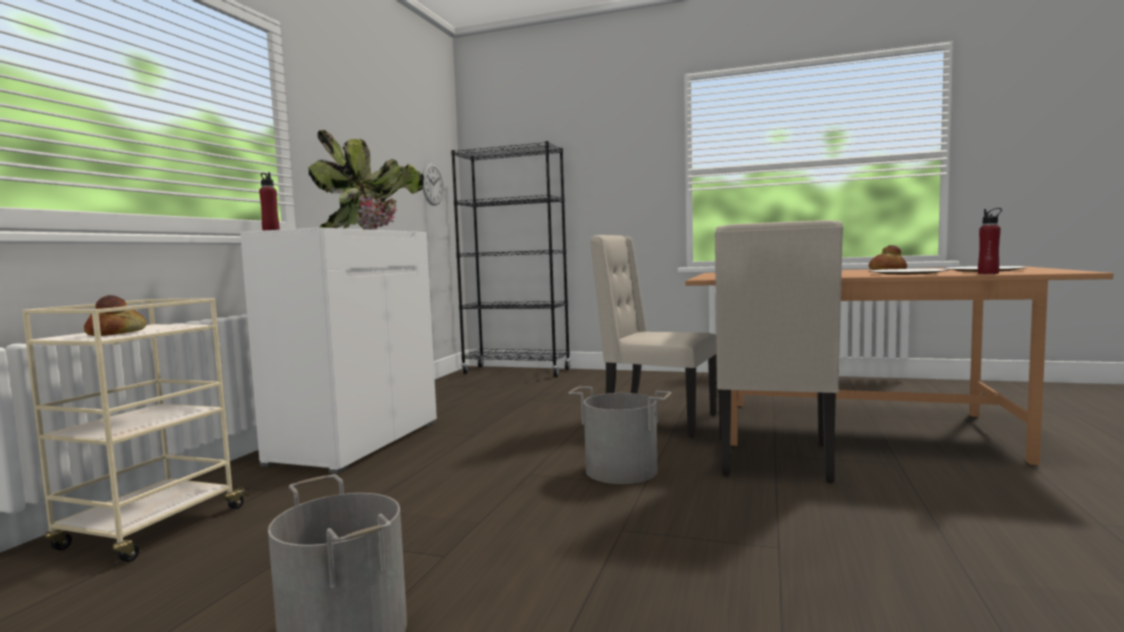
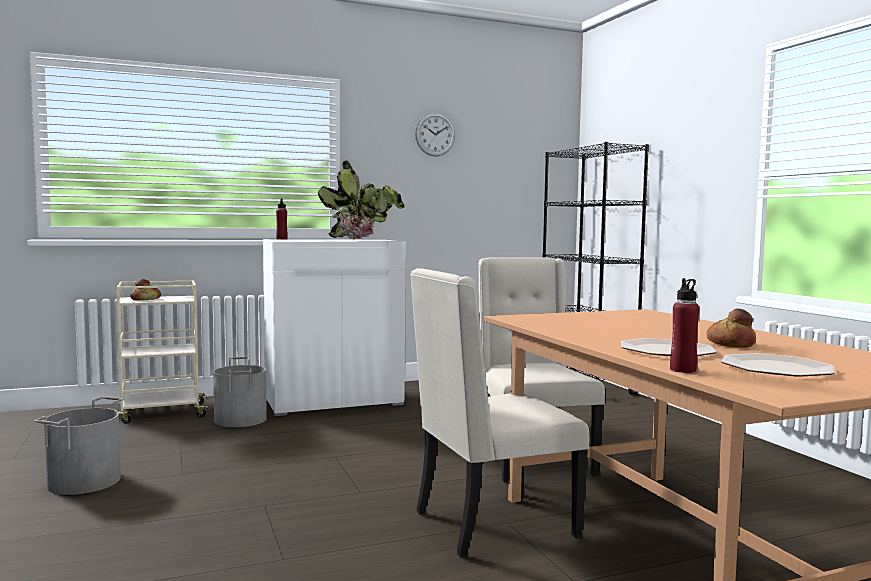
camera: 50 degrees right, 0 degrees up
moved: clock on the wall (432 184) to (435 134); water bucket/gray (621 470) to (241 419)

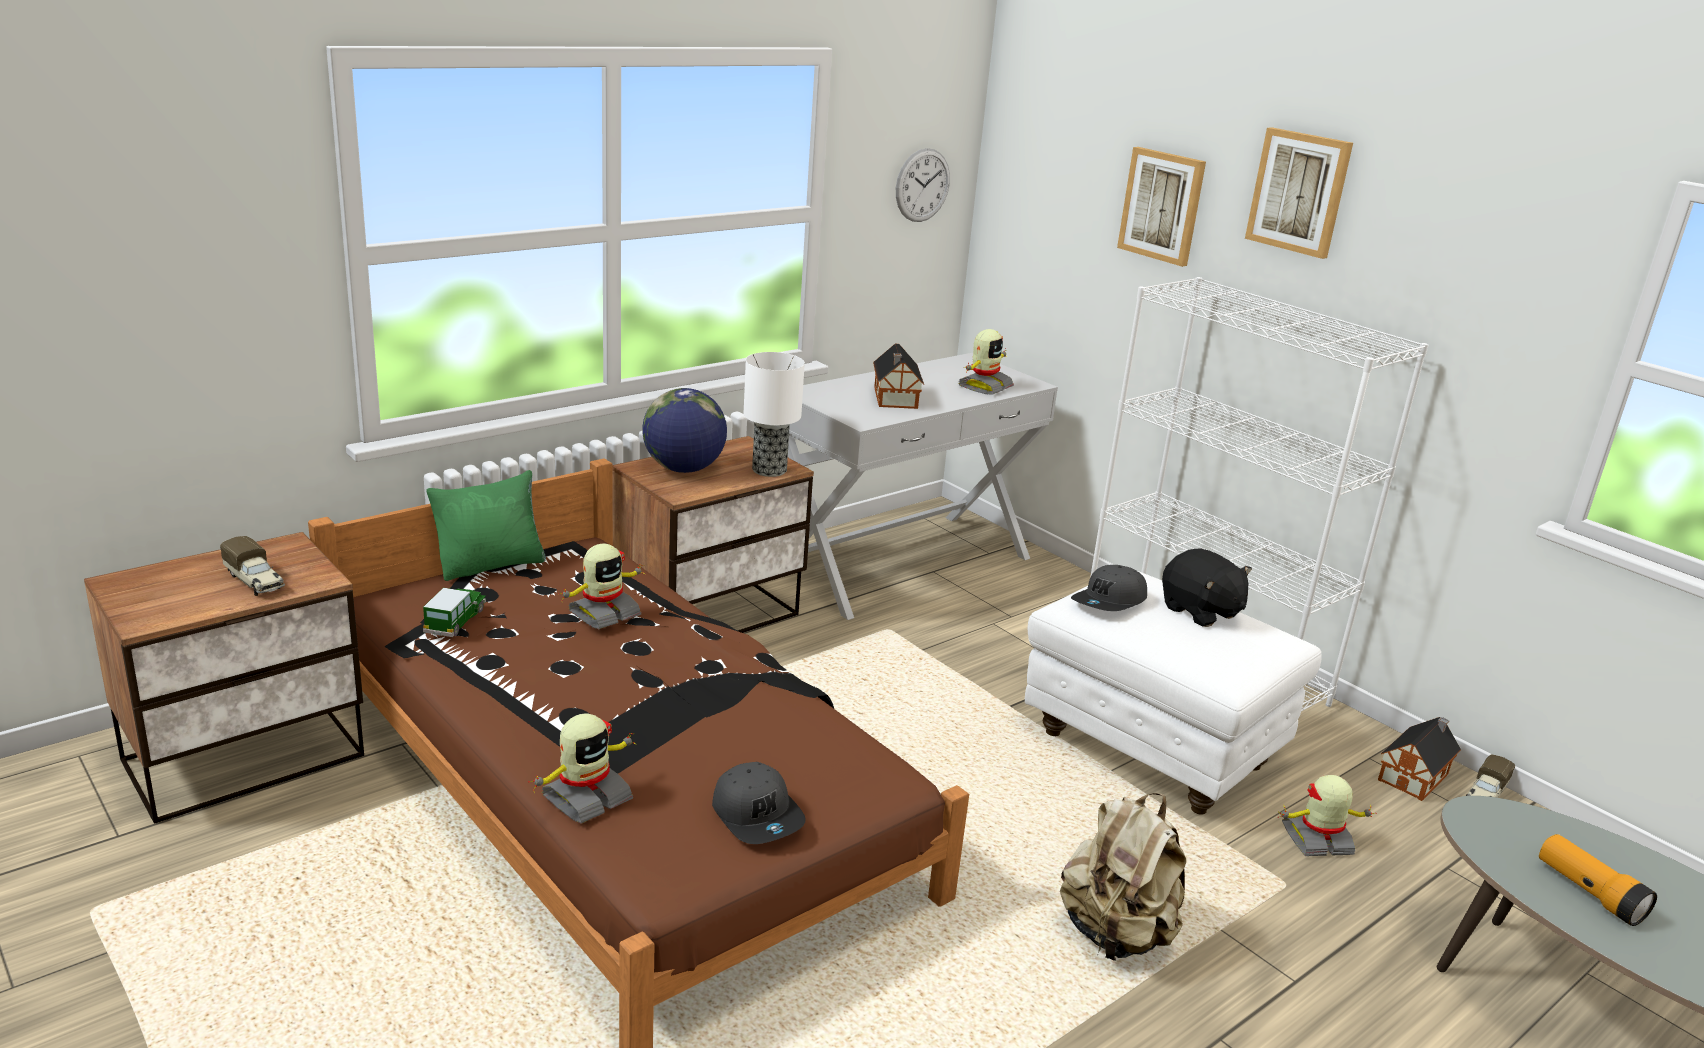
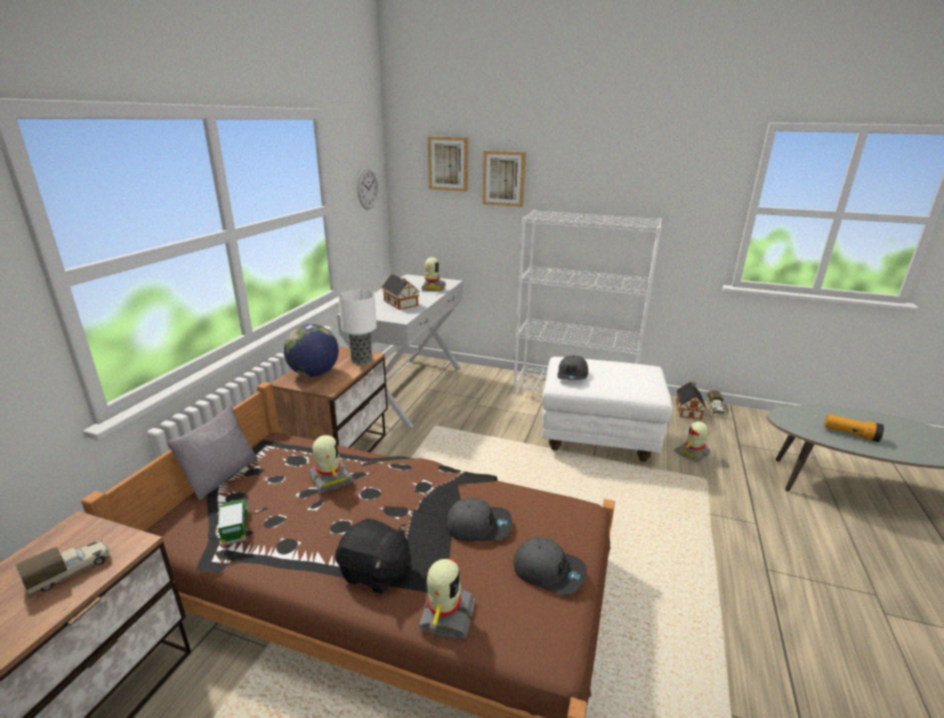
camera: 30 degrees left, 0 degrees up
removed: rucksack/sand-coloured (1116 934)
added: baseball cap/gray (478 525)
moved: plush toy/black-coloured (1200 611) to (375 572); wall picture (1299 192) to (448 163)
recoloured: throw pillow/greenish (491 565) to throw pillow/gray (222 476)
turned: toy lorry (255 582) = (71 572) 60 degrees counterclockwise; toy robot (603 613) = (330 479) 45 degrees counterclockwise

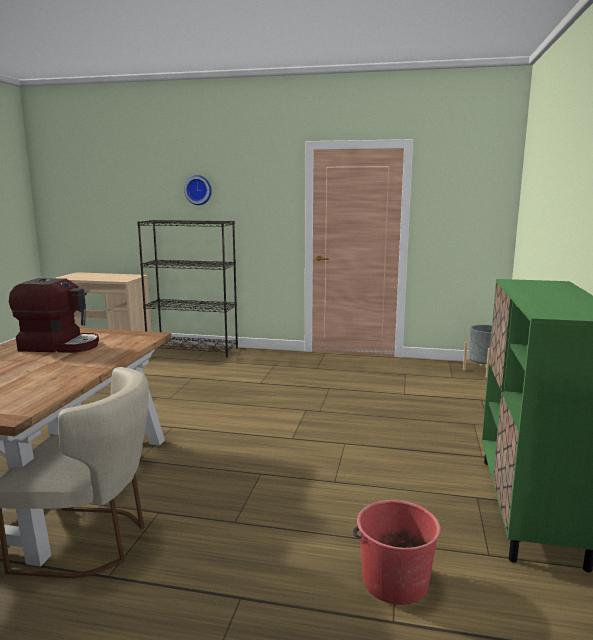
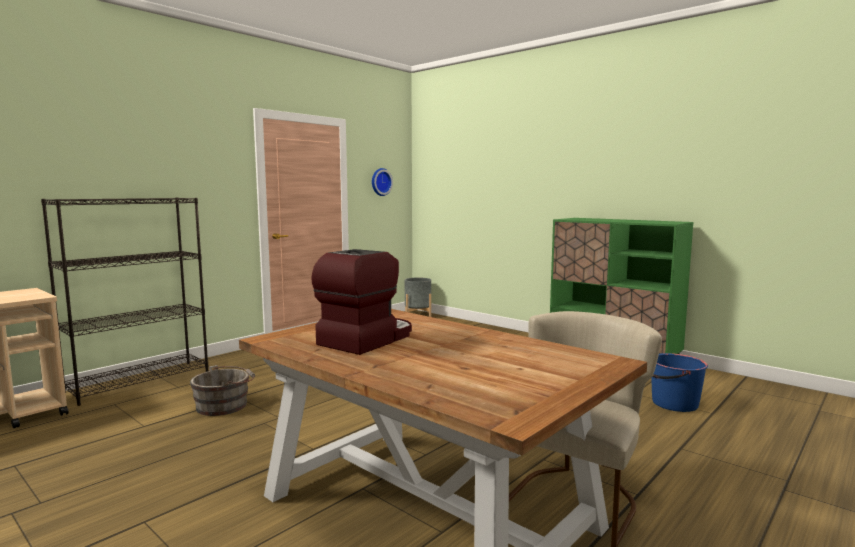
camera: 60 degrees left, 5 degrees down
added: water bucket/gray (225 405)
moved: clock on the wall (198 190) to (380 182)
recoloured: water bucket/red (394 581) to water bucket/bluish (674 403)

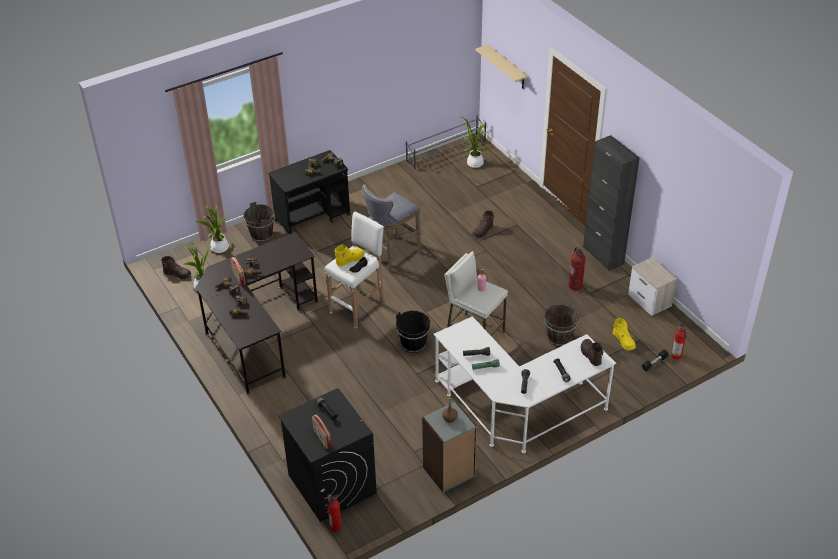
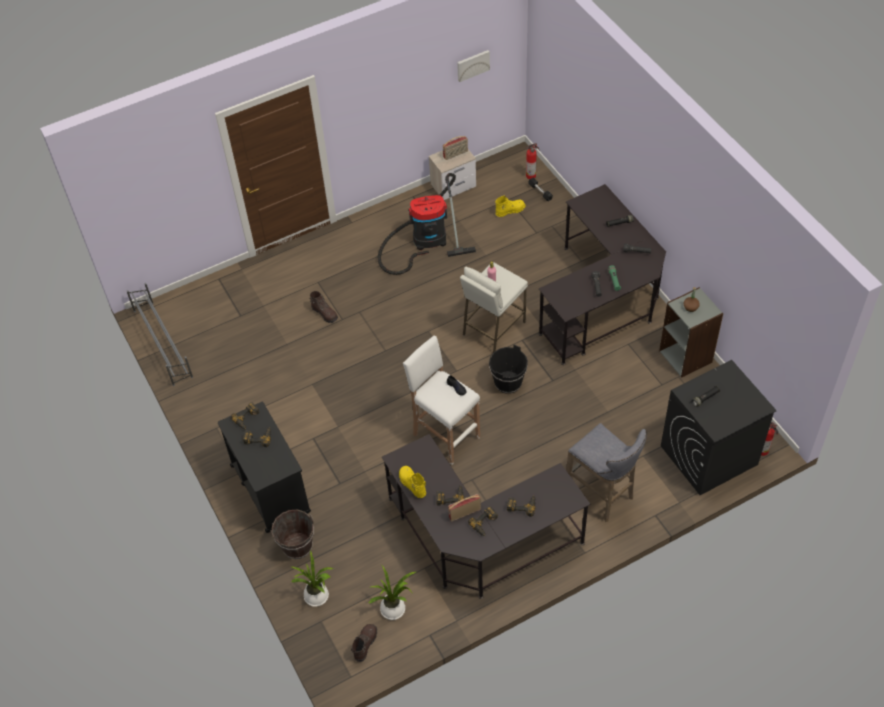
camera: 85 degrees left, 10 degrees up
removed: plant in a pot (474 162); shelf/sand-coloured (507 67); water bucket/brown (559 338); high-top boot/brown (590 355); storage cabinet/black-coloured (603 255)
added: wall picture (472 65)
moved: radio set (322 438) to (455 154); high-top boot/yellowish (349 259) to (412 484); stool/gray (392 255) to (602 495)
replaced: fire extinguisher (575 286) to vacuum (425 240)
recoloured: desk/white (517 409) to desk/black-coloured (602 299)

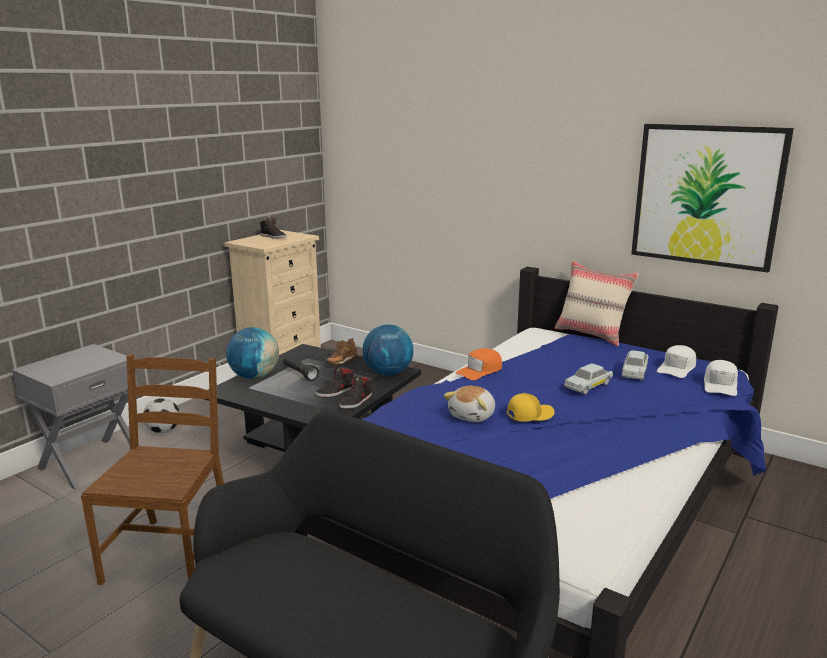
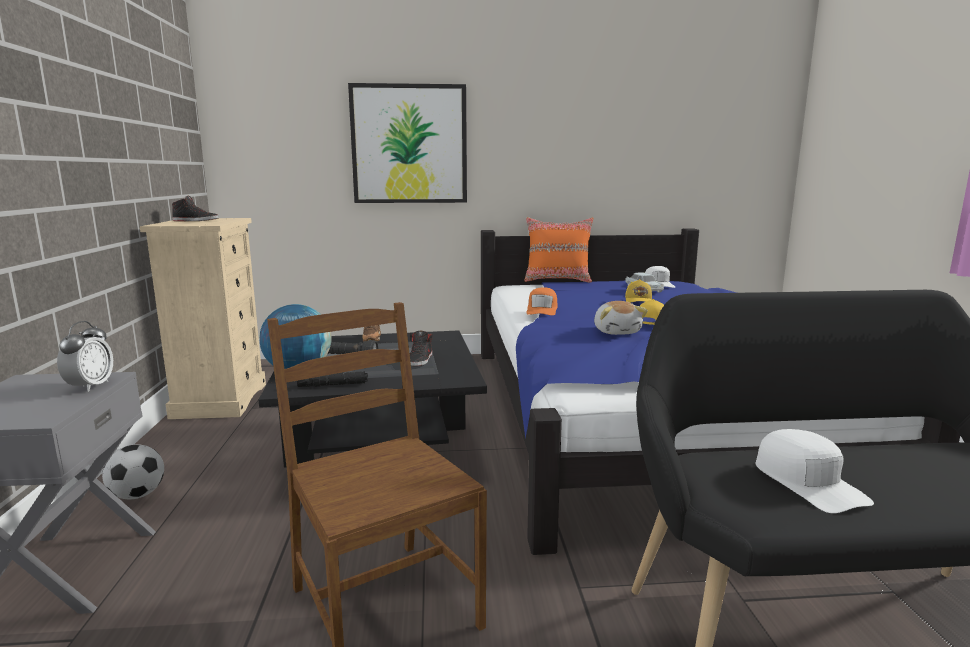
camera: 40 degrees left, 5 degrees down
removed: item of footwear/black-coloured (356 402); globe (388 373)
added: alarm clock (90 386); torch/black-coloured (333 385)
moved: wall picture (706 195) to (409 144); baseball cap/white (720 384) to (807 482)
replaced: toy car/white (588 386) to baseball cap/yellowish (639 301)
recoloured: throw pillow/sand-coloured (591 334) to throw pillow/orangey (558 280)

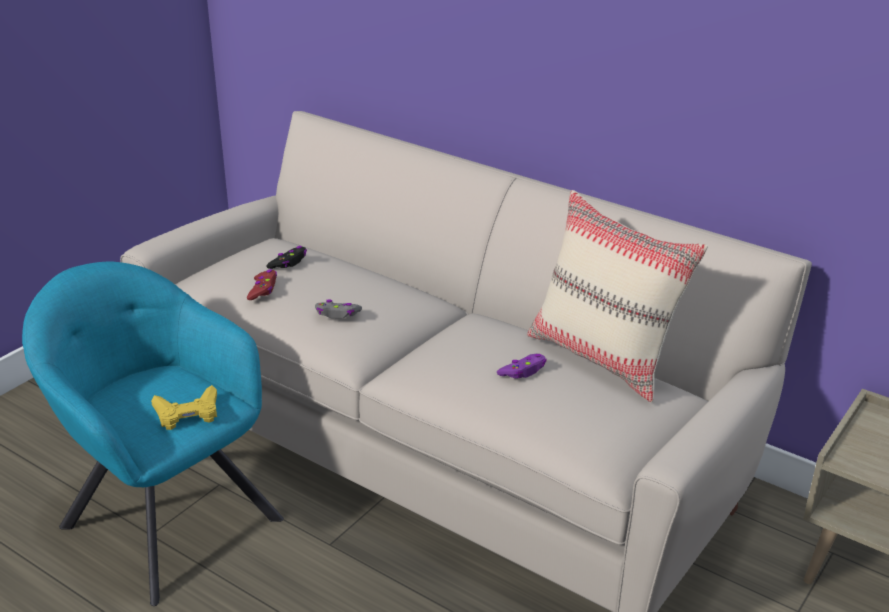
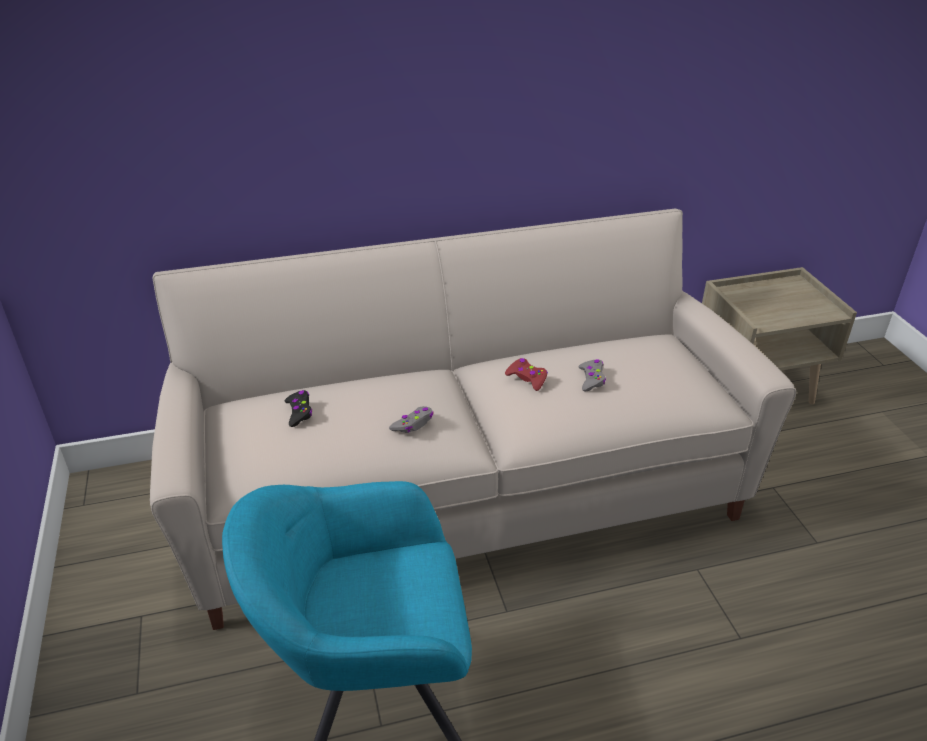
camera: 50 degrees left, 5 degrees up
removed: game controller/yellowish (187 413); throw pillow/sand-coloured (604 358)
moved: game controller/red (263 289) to (527 378)
recoloured: game controller/purple-coloured (523 371) to game controller/gray (591 379)

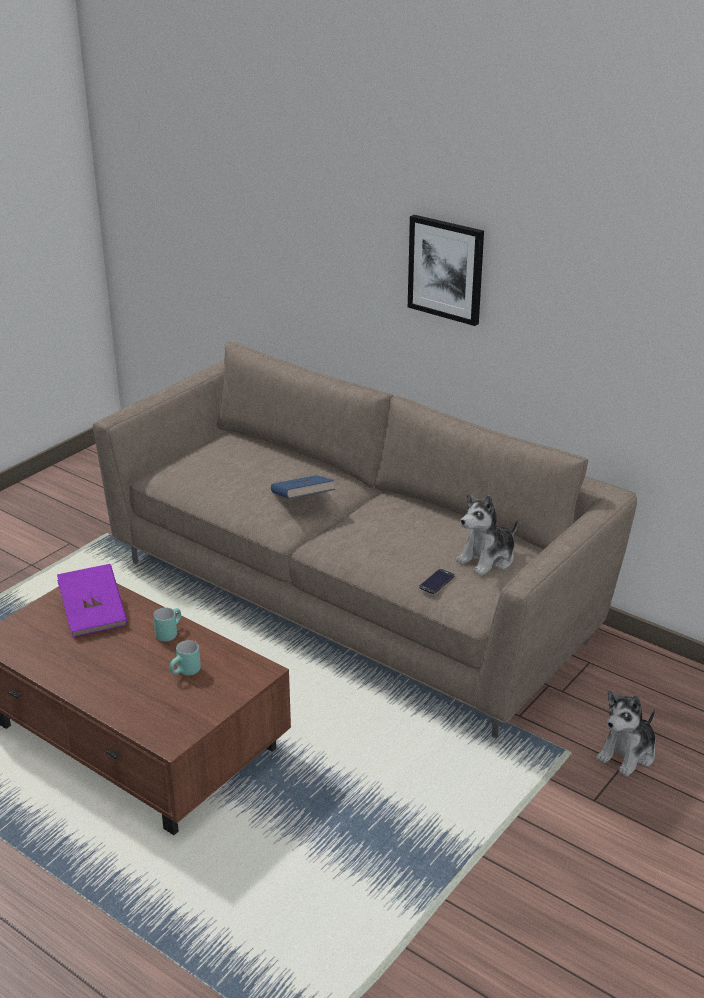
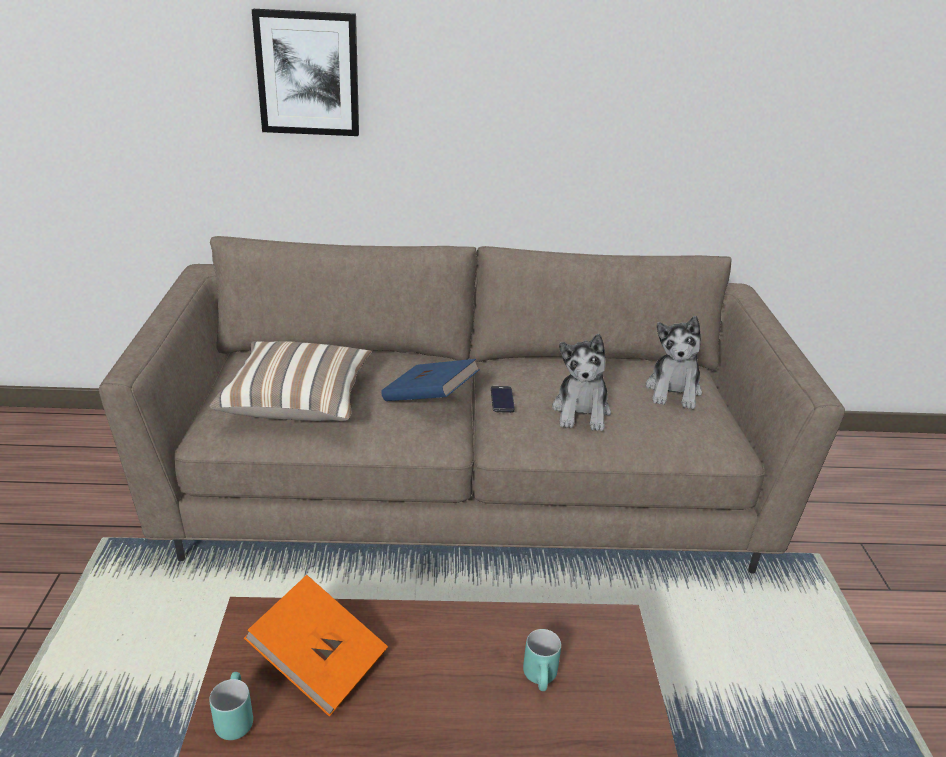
camera: 40 degrees left, 0 degrees up
added: throw pillow (298 400)
moved: mug/turquoise (168 632) to (232 718); wall picture (446 269) to (308 73); handset (437 581) to (502 399); plush toy (627 754) to (581 411)
recoloured: book/purple-coloured (94 615) to book/orangey (320 662)

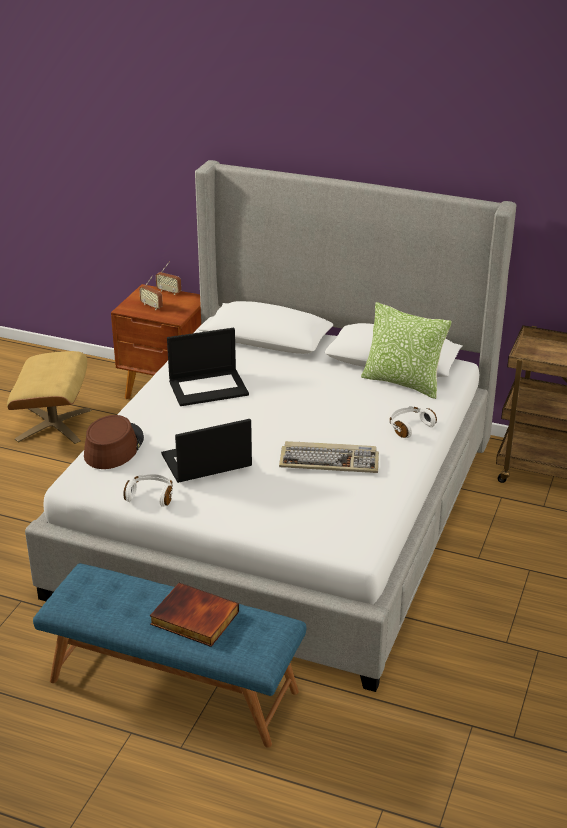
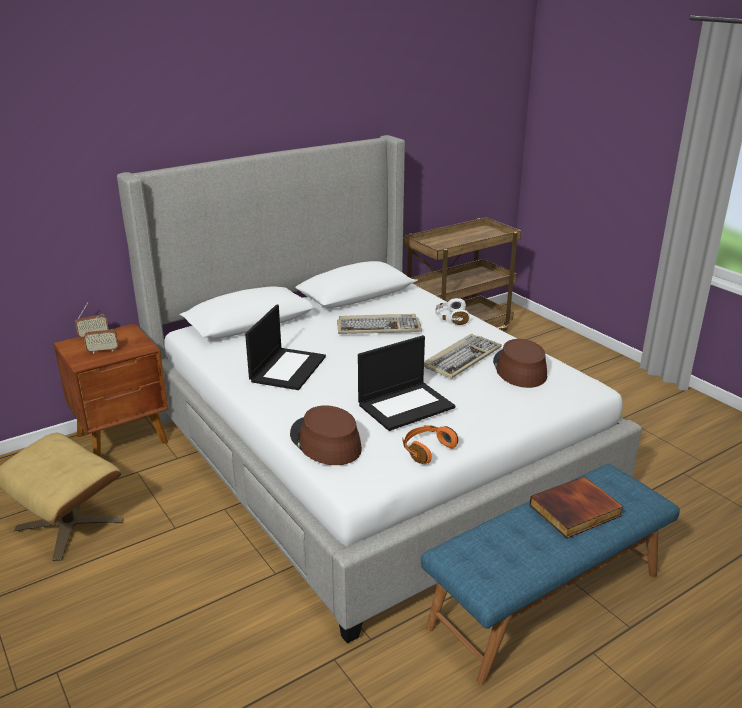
camera: 55 degrees left, 5 degrees down
removed: throw pillow (403 383)
added: PC keyboard (379 327); wearable hat/brown (519 369)
recoloured: headphones/white (151 496) to headphones/orangey (427 449)
turned: notebook computer (206 461) = (406 405) 135 degrees counterclockwise

